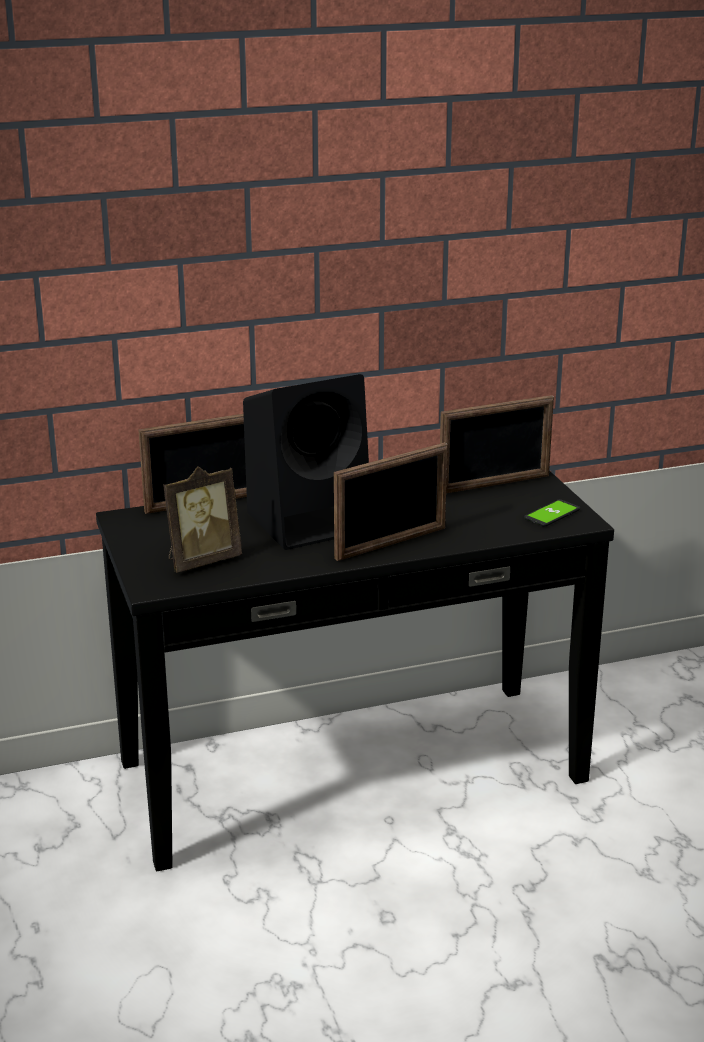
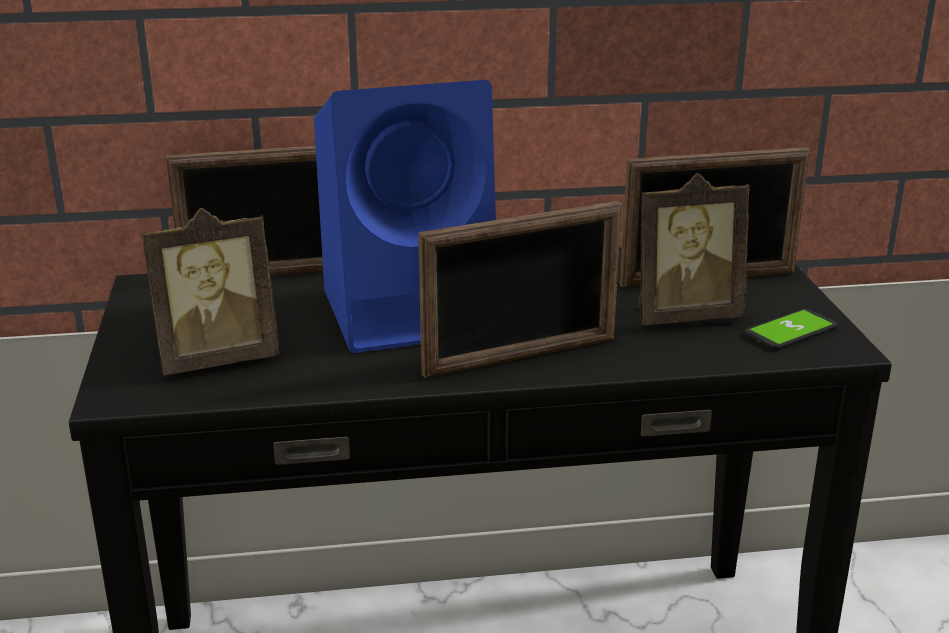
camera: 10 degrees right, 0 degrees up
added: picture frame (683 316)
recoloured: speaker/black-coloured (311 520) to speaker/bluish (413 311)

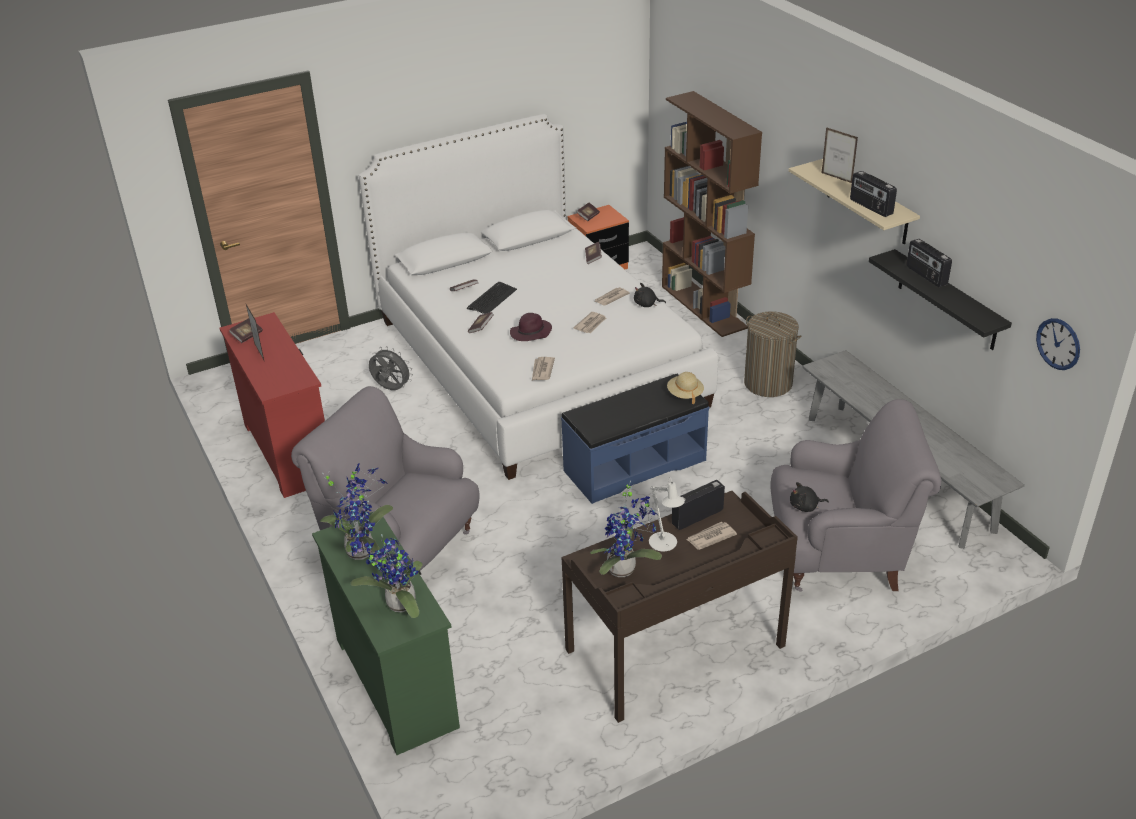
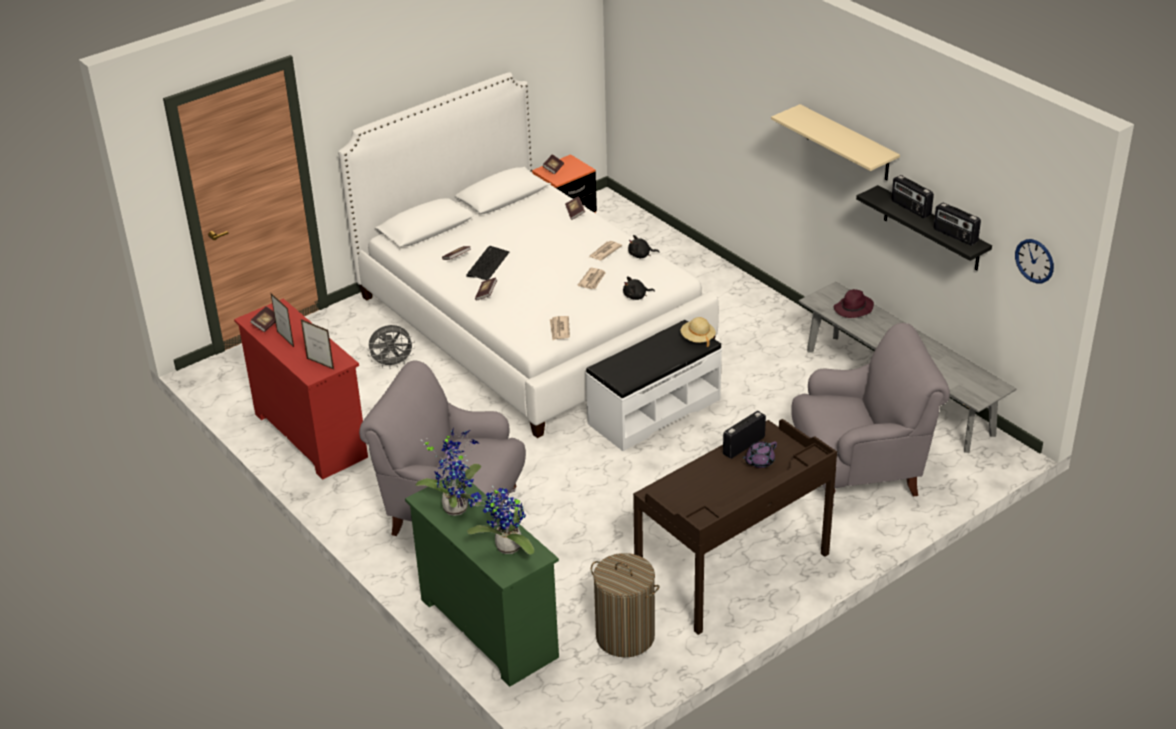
camera: 10 degrees left, 0 degrees up
removed: plant in a pot (625 569); lamp for a table/white (665 544); bookcase/brown (704 307)
moved: wearable hat/purple-coloured (530 333) to (853 309); washing basket (768 383) to (625 636); plush toy/black-coloured (805 506) to (636 296); picture frame (836 178) to (320 364); radio set (870 207) to (955 236)
replaced: daily paper (710 537) to pot for tea/purple-coloured (759 461)
recoloured: bench/bluish (634 465) to bench/white (653 411)
turned: cooling fan/gray (391 389) = (392 364) 150 degrees clockwise

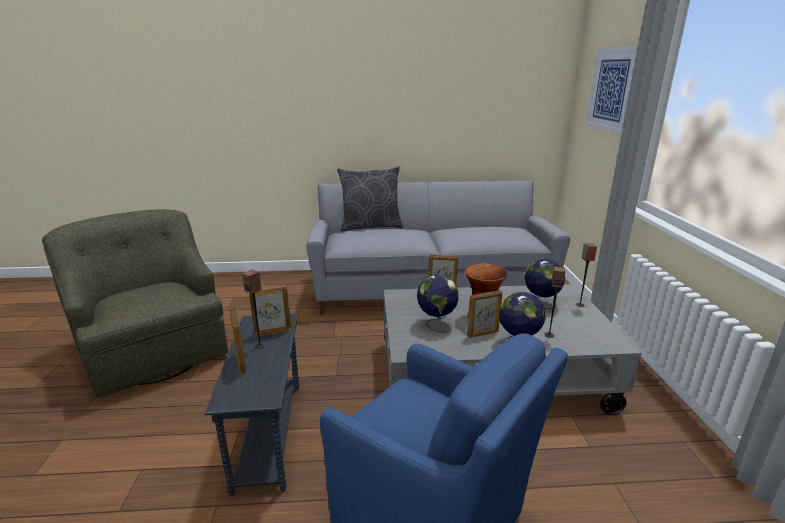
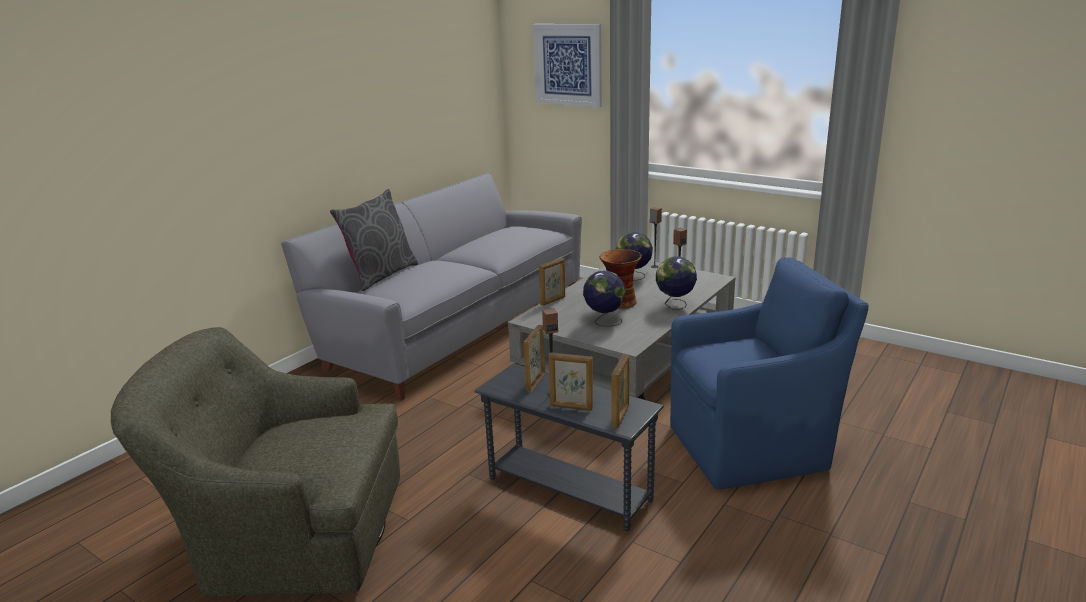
camera: 50 degrees left, 0 degrees up
moved: picture frame (483 334) to (620 416)

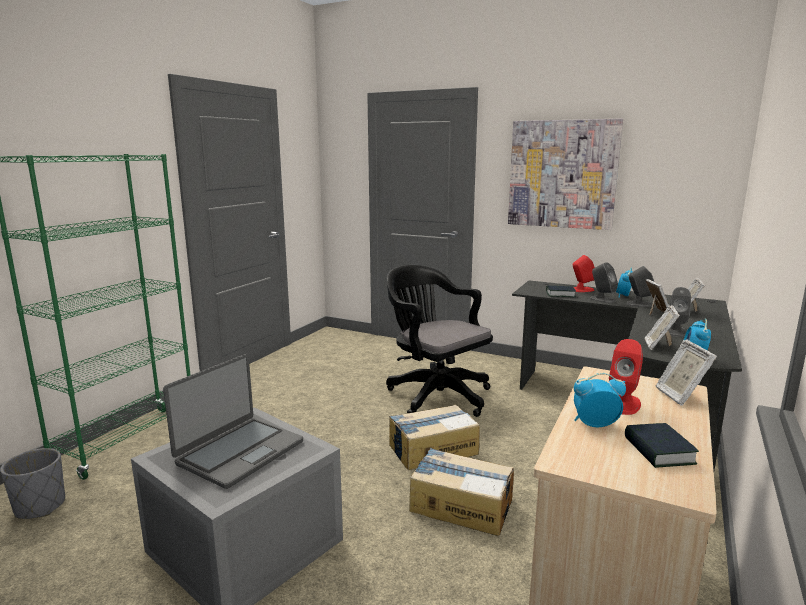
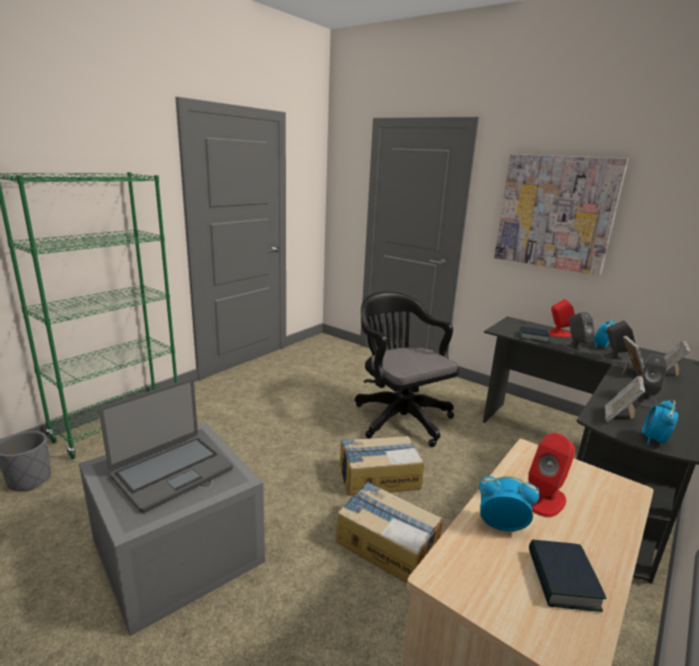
camera: 10 degrees right, 5 degrees up
removed: picture frame (680 396)

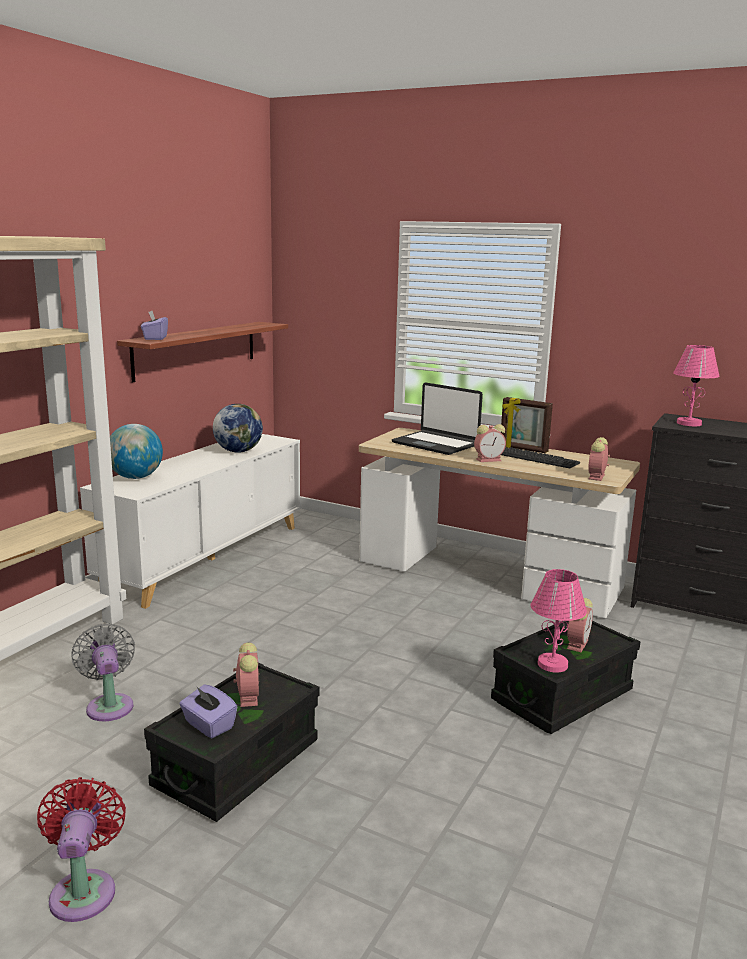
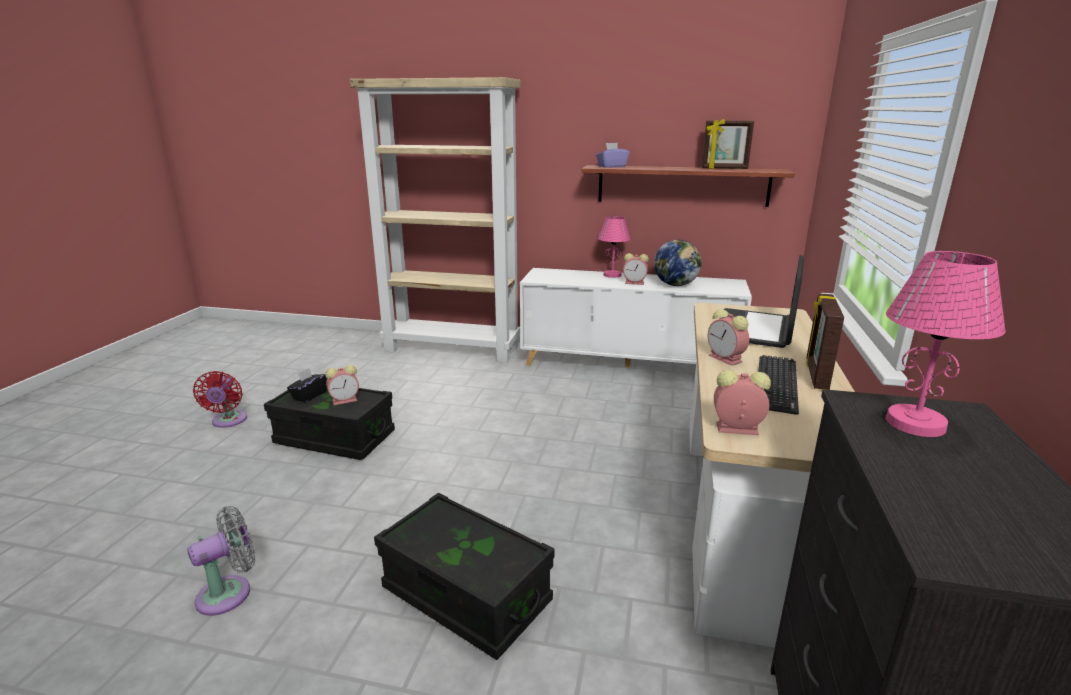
camera: 75 degrees right, 5 degrees up
removed: globe (136 477)
added: picture frame (724 169)
moved: cooling fan/gray (109 705) to (230 593); lamp for a table/pink-coloured (552 664) to (612 275); alarm clock (577 643) to (635 283)
recoloured: tissue box/purple-coloured (208 725) to tissue box/black-coloured (309 395)
turned: cooling fan/red (84 889) = (228 421) 105 degrees clockwise

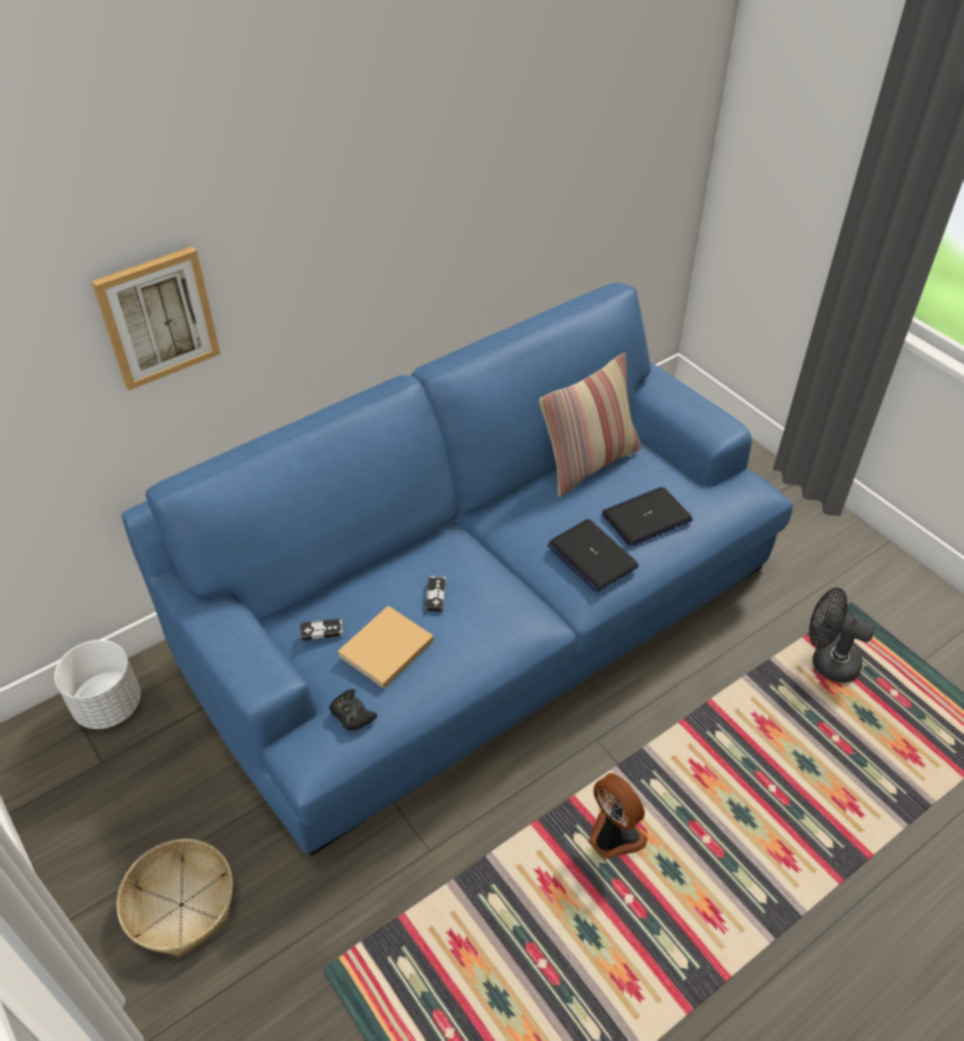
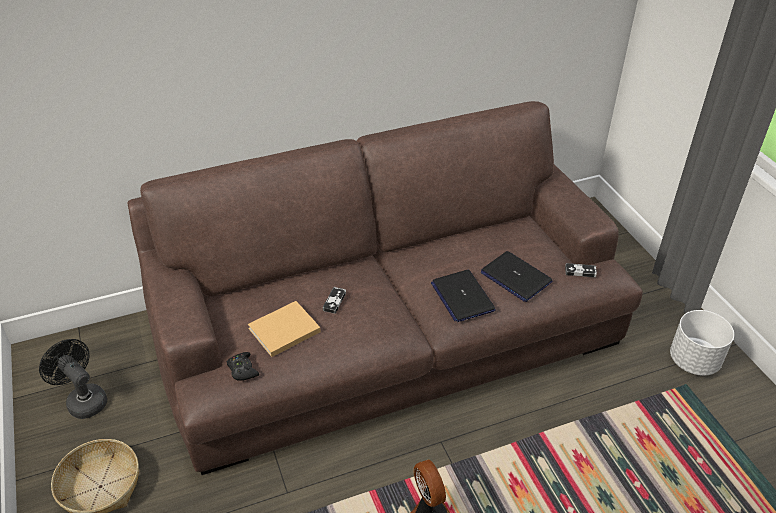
camera: 15 degrees right, 5 degrees down
removed: wall picture (157 317); throw pillow (589 464)
moved: plant pot/white (109 705) to (694 360); game controller (322 631) to (580 272); cooling fan/black-coloured (827 661) to (83 400)
recoloured: couch/bluish (481 608) to couch/brown (387 330)
turned: notebook computer (646 517) = (515 277) 120 degrees counterclockwise

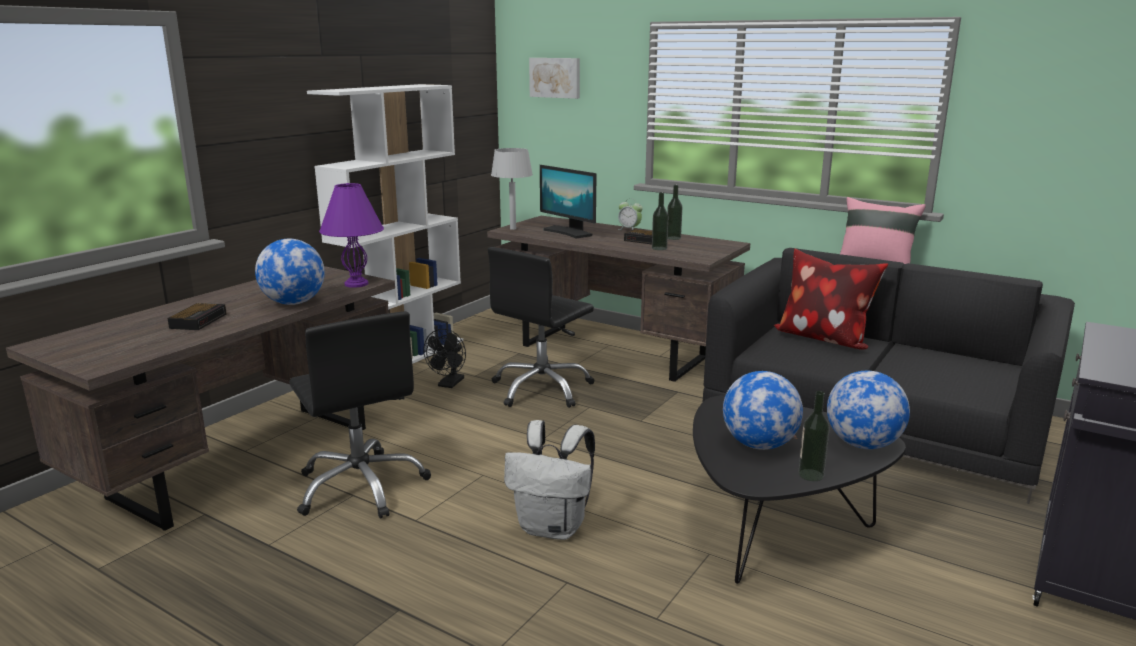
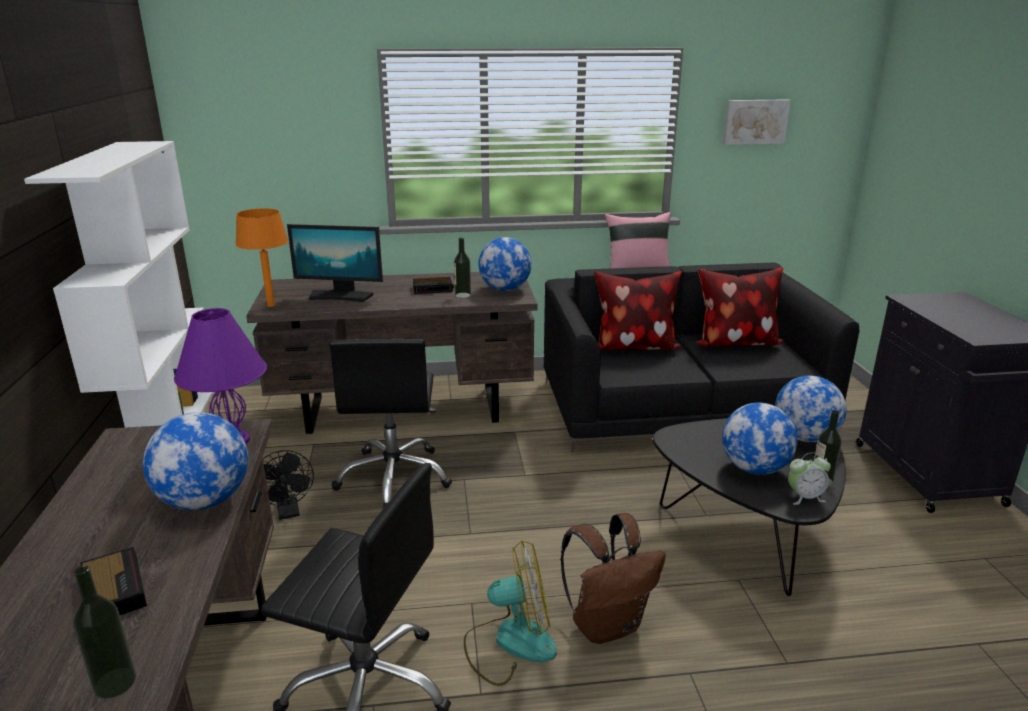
camera: 40 degrees left, 5 degrees up
added: cooling fan (510 643); globe (505 289); throw pillow (735 343)
moved: wall picture (555 77) to (755 121); alarm clock (629 229) to (804 497); beverage bottle (673 238) to (115 682)
recoloured: lamp for a table/gray (512 228) to lamp for a table/orangey (270 305); rucksack/white (553 528) to rucksack/brown (607 624)

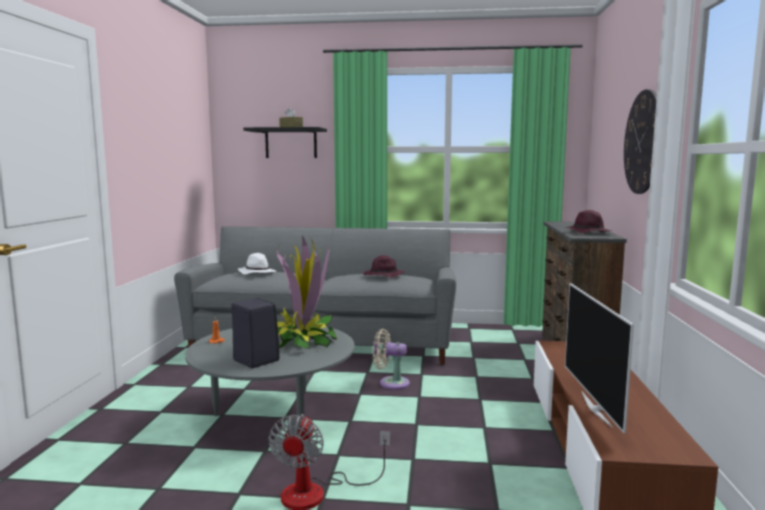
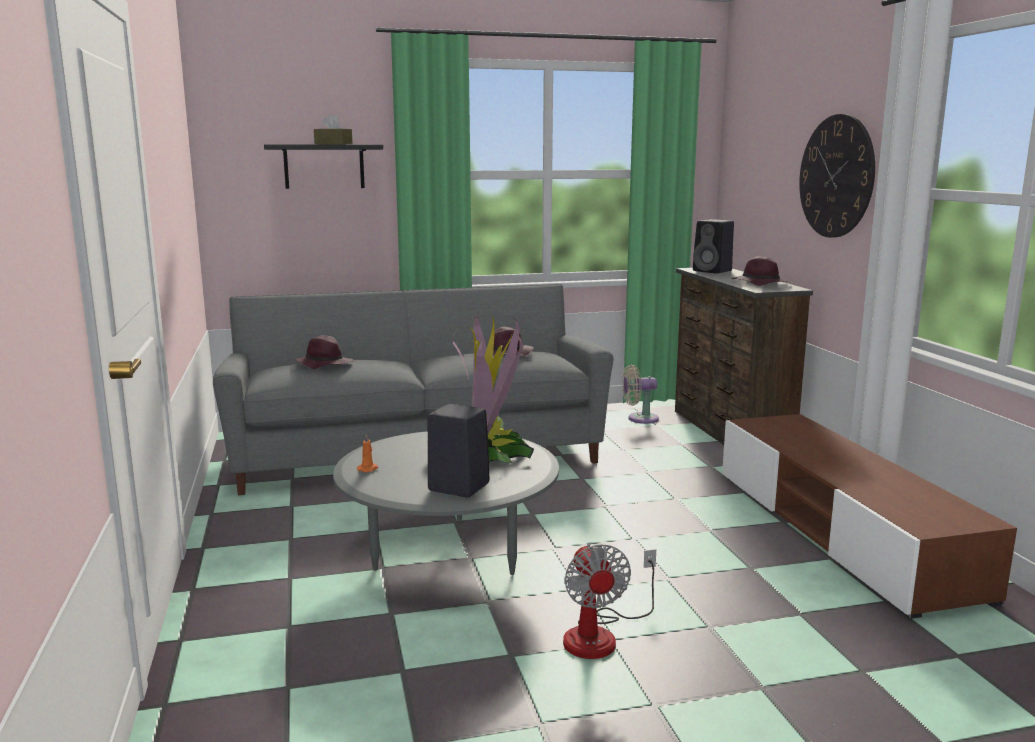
camera: 20 degrees left, 5 degrees up
removed: TV set (597 408)
added: speaker/black-coloured (713 271)
moved: cooling fan/sand-coloured (391 383) to (639 419)
recoloured: wearable hat/white (257 273) to wearable hat/purple-coloured (323 364)

